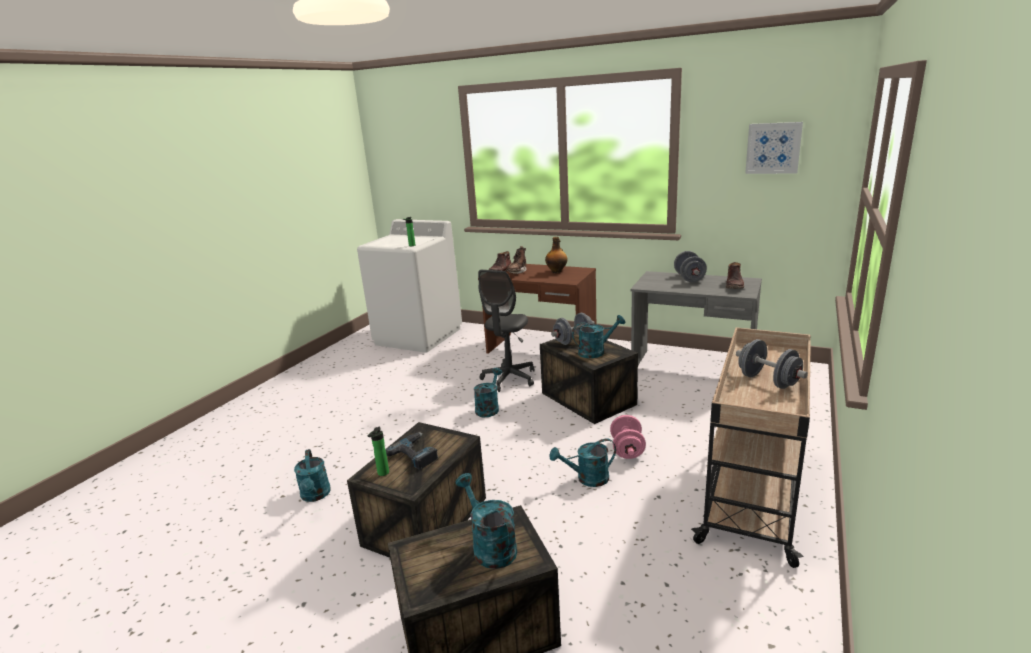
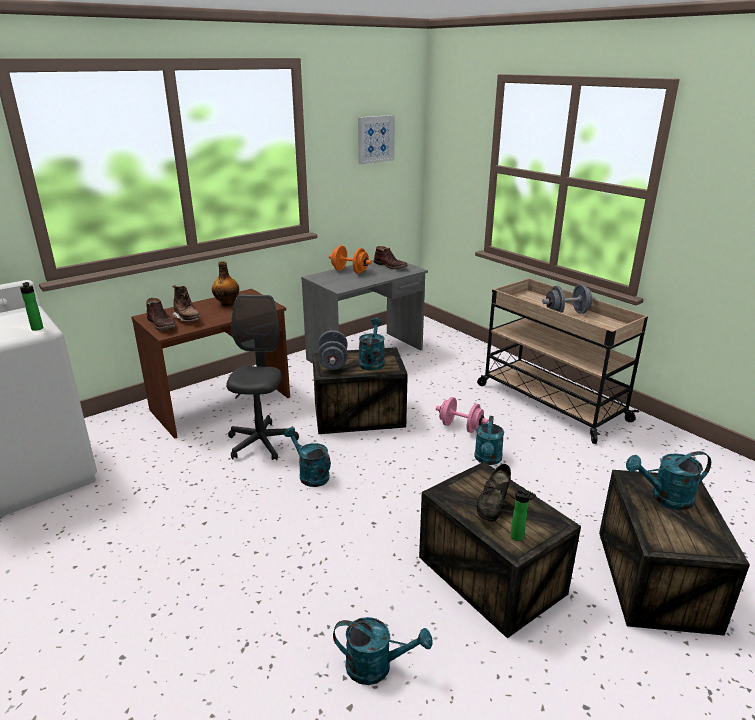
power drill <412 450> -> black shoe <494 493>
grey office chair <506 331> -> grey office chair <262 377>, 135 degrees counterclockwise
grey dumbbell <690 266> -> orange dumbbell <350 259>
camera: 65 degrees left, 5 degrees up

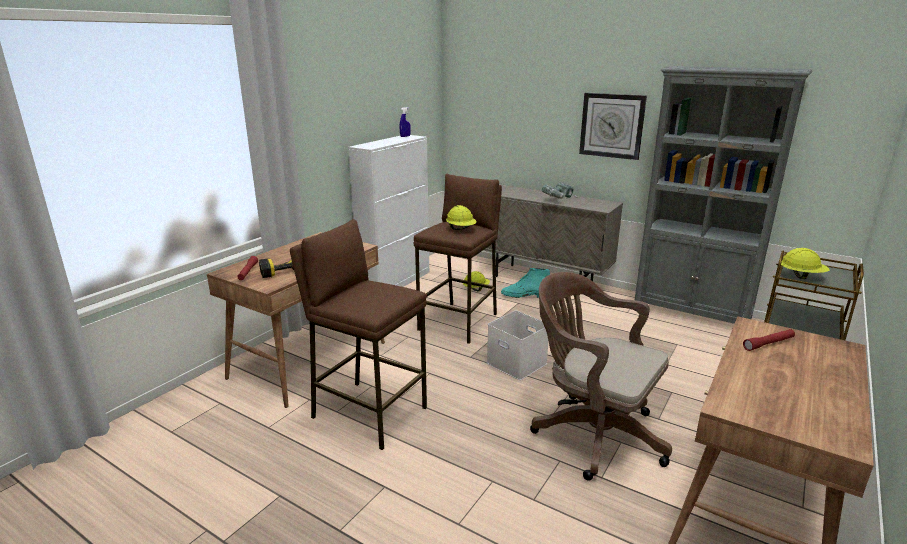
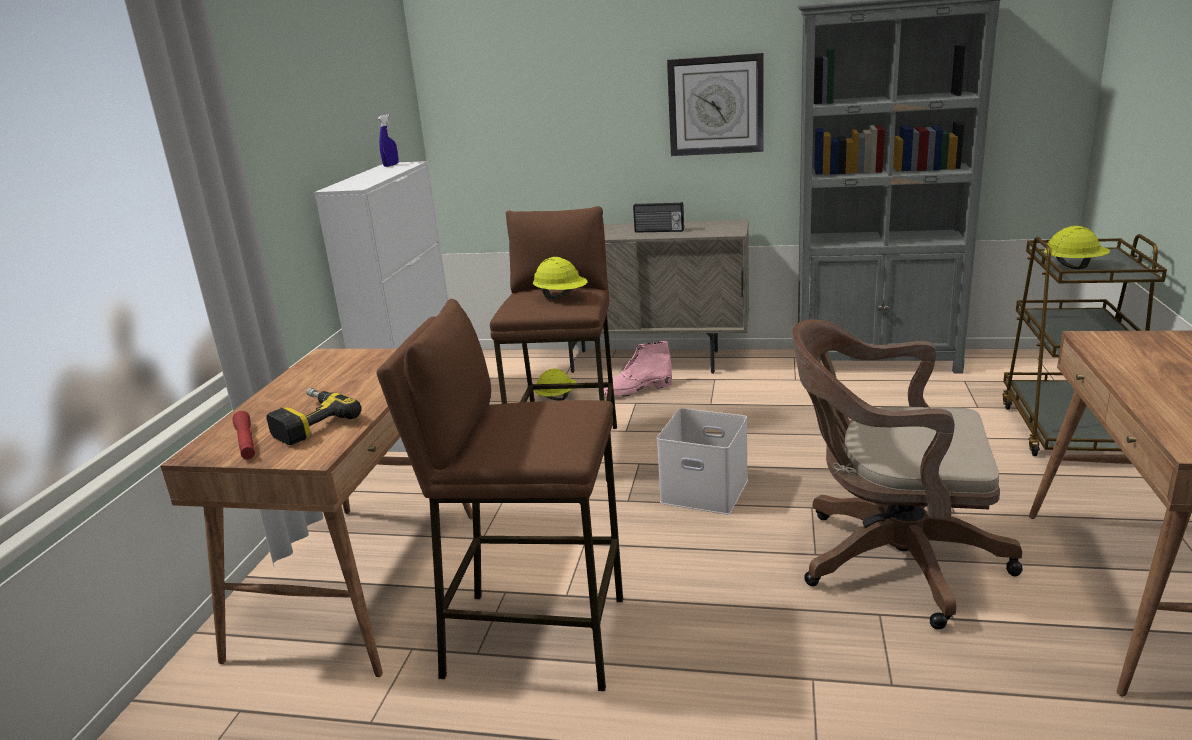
turquoise boot <525 283> -> pink boot <638 369>
power drill <560 190> -> radio <658 217>
red flashlight <769 340> -> none
camera: 20 degrees left, 0 degrees up

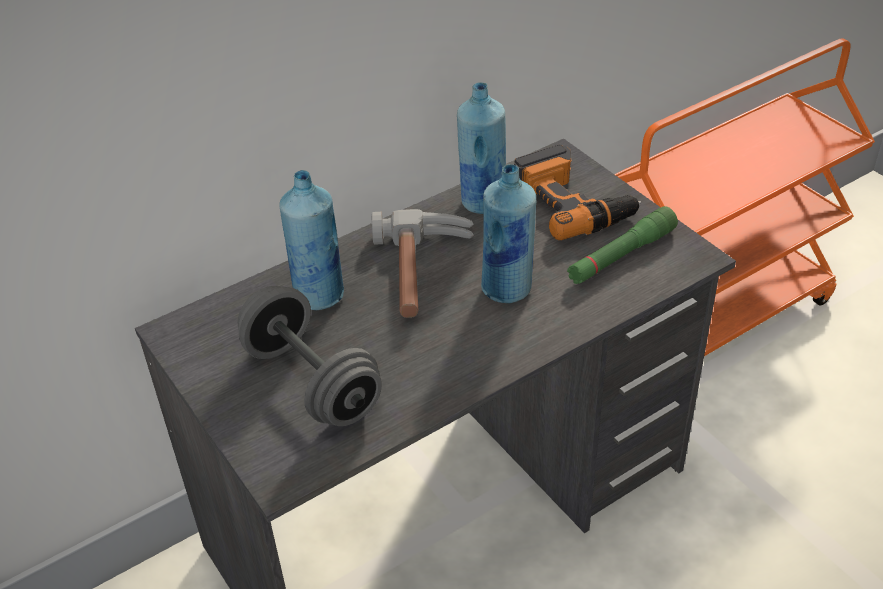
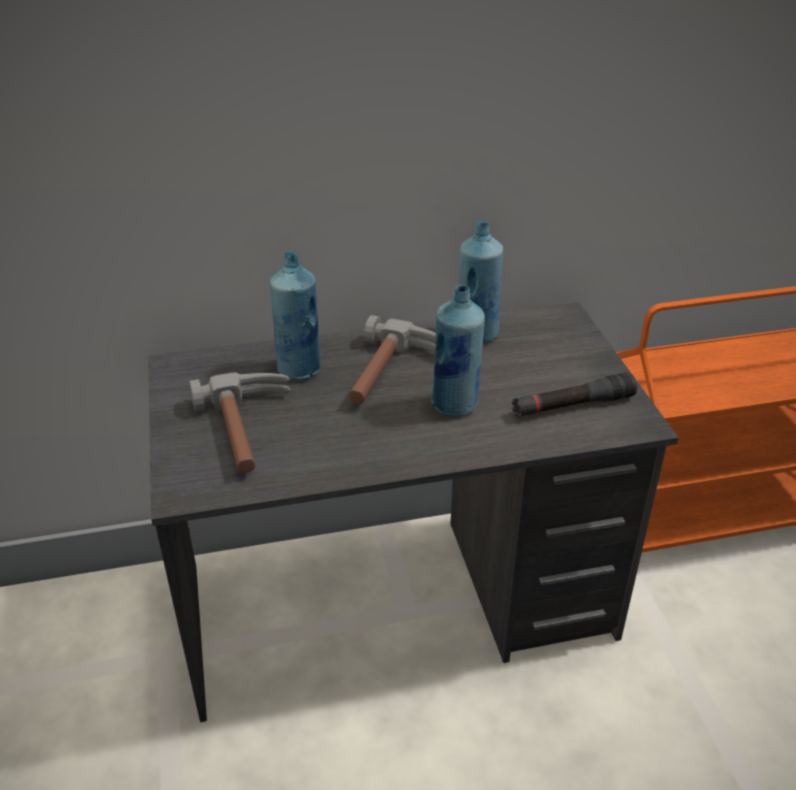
grey dumbbell <310 356> -> hammer <240 422>
power drill <577 193> -> none
green flashlight <622 245> -> black flashlight <574 395>
camera: 20 degrees right, 5 degrees down

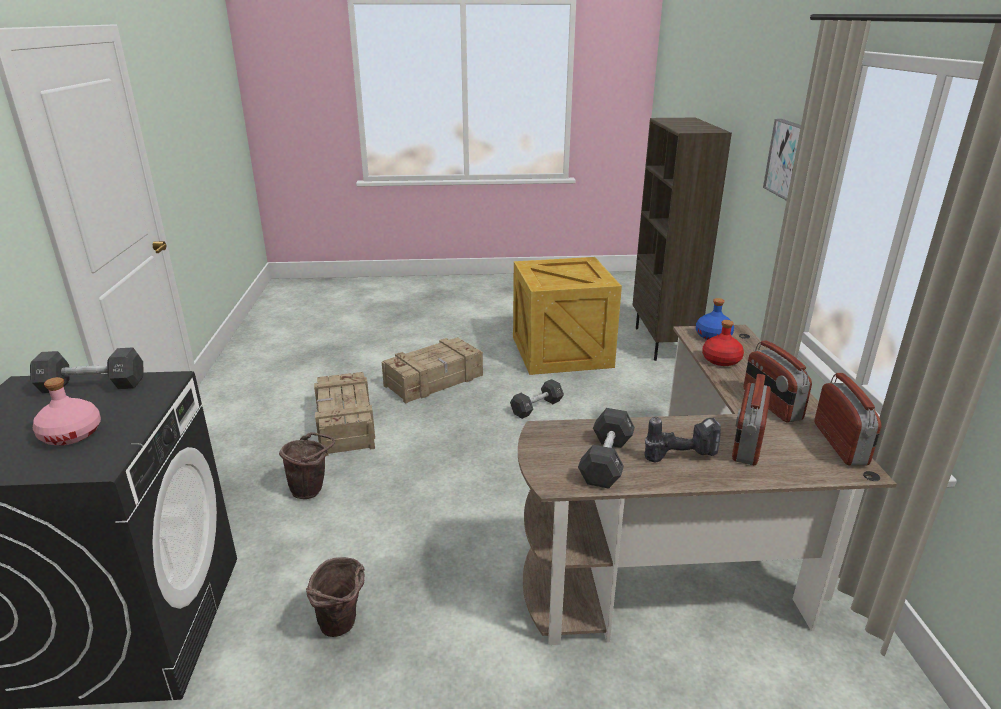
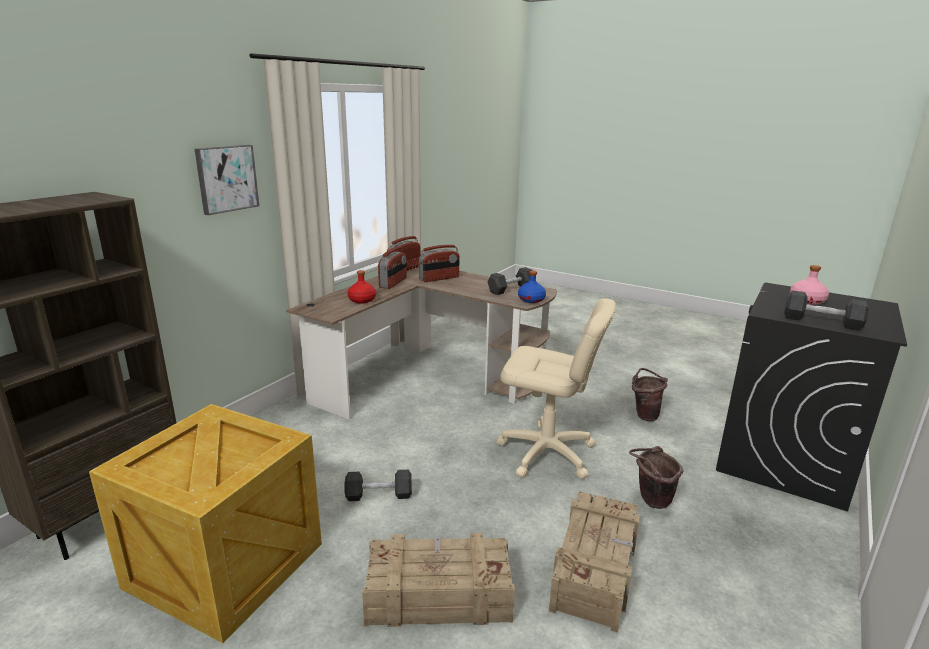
power drill <683 439> -> none
blue bottle <715 319> -> blue bottle <532 287>, relocated
none -> beige office chair <556 388>
camera: 145 degrees left, 5 degrees down

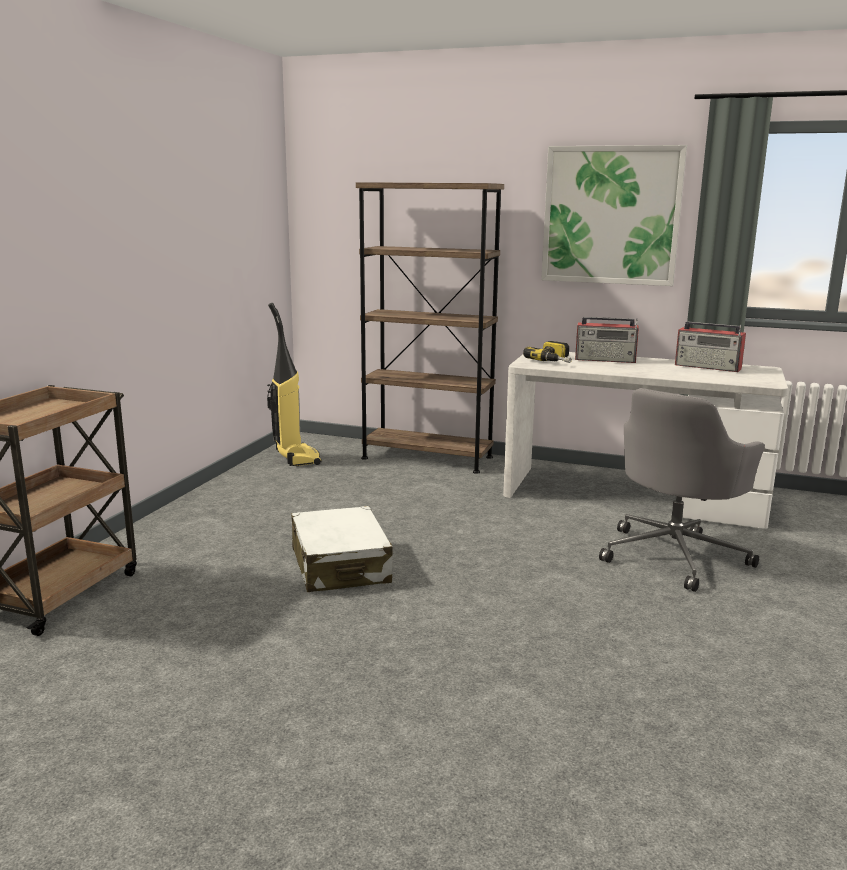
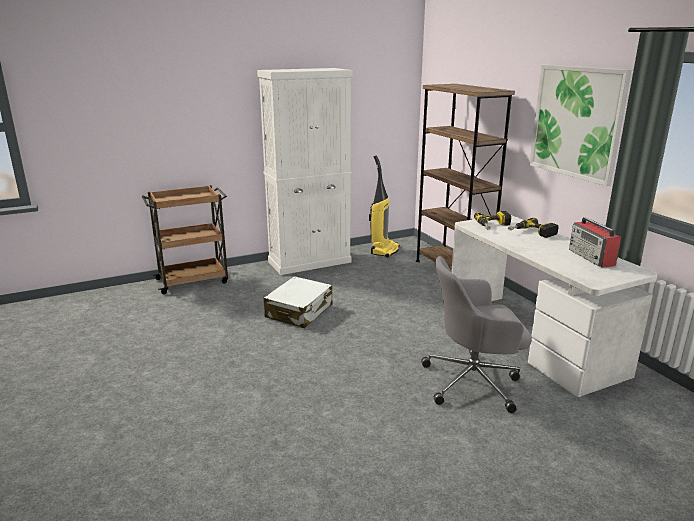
radio <607 340> -> power drill <533 228>
none -> white cabinet <304 171>
camera: 45 degrees right, 5 degrees up

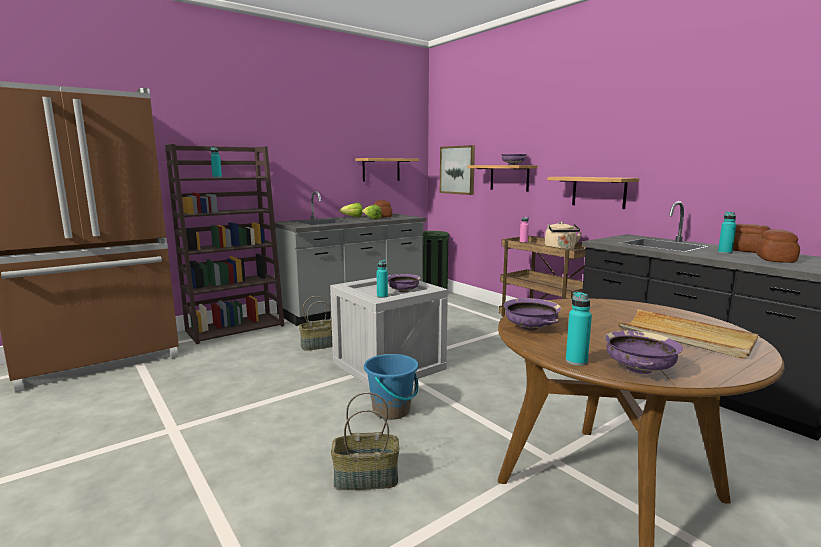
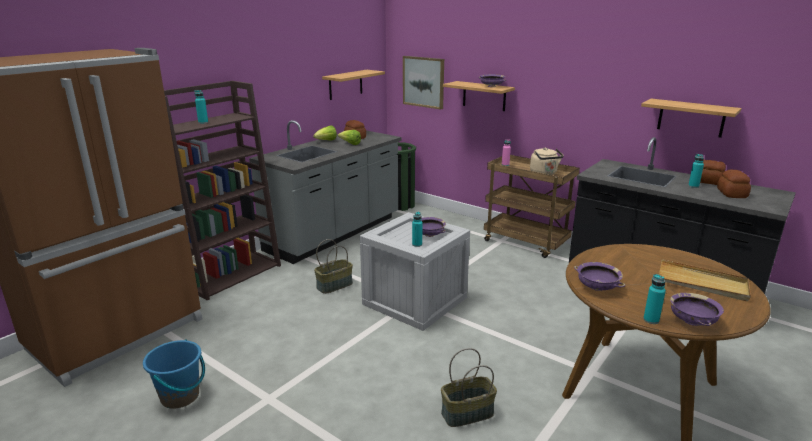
blue bucket <391 387> -> blue bucket <174 374>, relocated
shelf <593 193> -> shelf <691 118>, relocated
camera: 15 degrees left, 10 degrees up

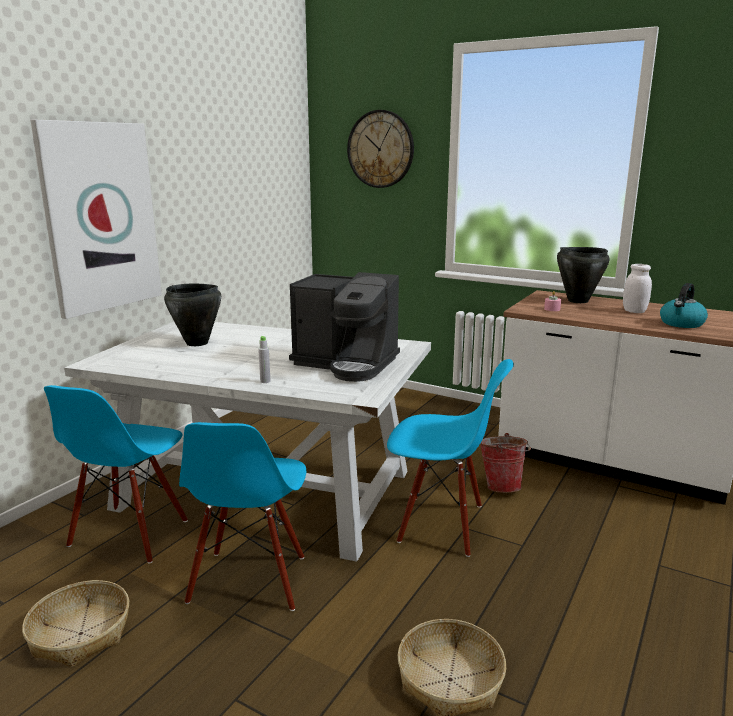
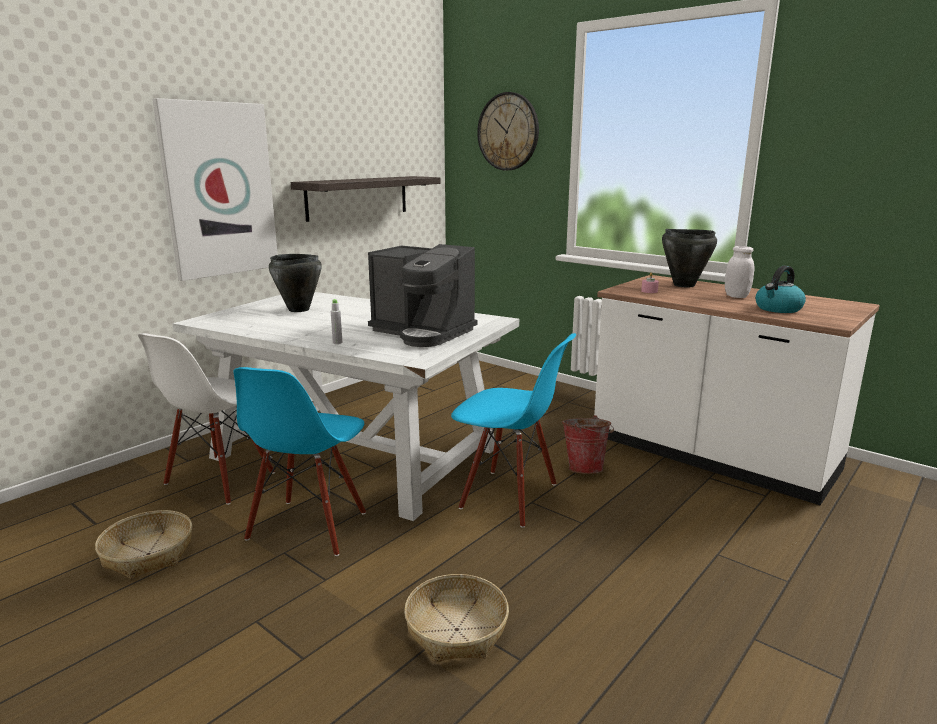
blue chair <116 474> -> white chair <206 419>
none -> shelf <366 199>
camera: 10 degrees right, 0 degrees up

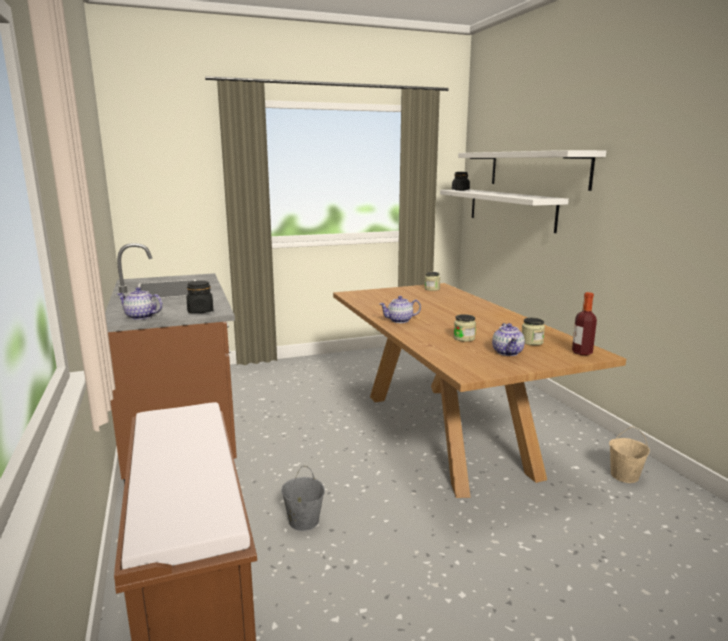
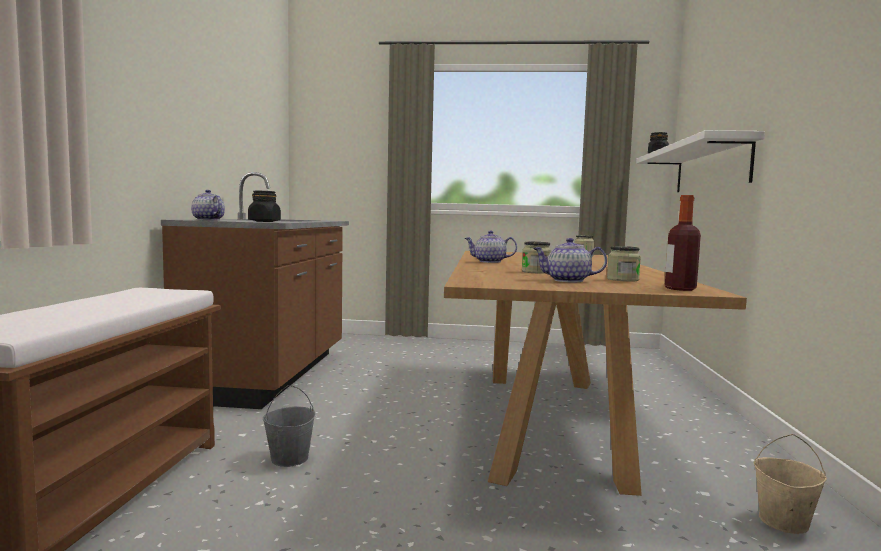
white shelf <532 170> -> none
teapot <508 339> -> teapot <570 260>, 75 degrees clockwise
camera: 25 degrees right, 10 degrees down

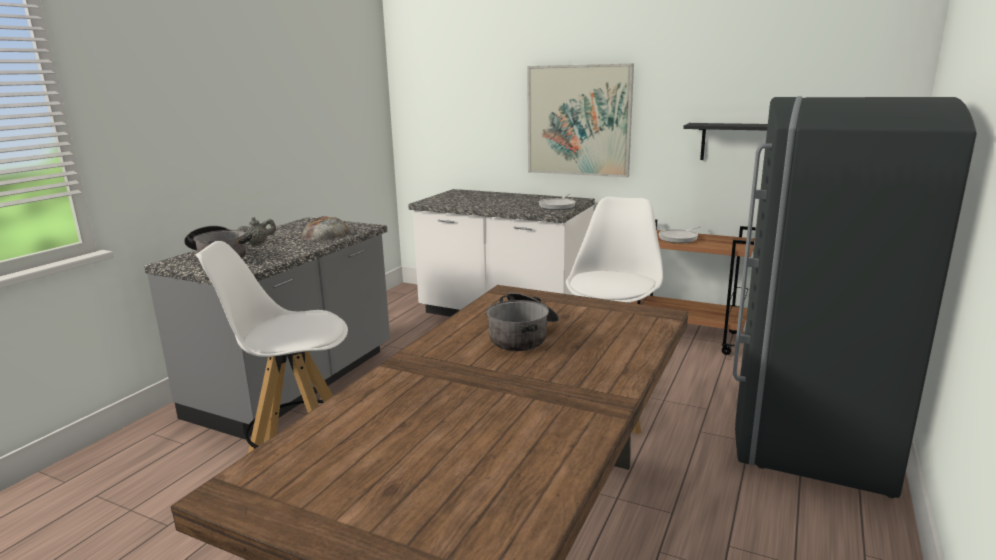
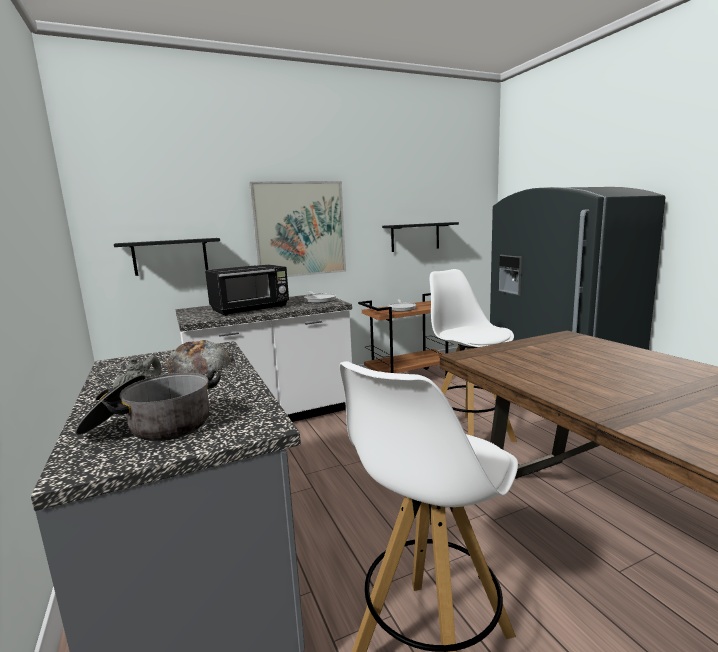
cooking pot <522 322> -> none
none -> black shelf <167 257>
none -> black microwave <247 290>
camera: 50 degrees left, 5 degrees down

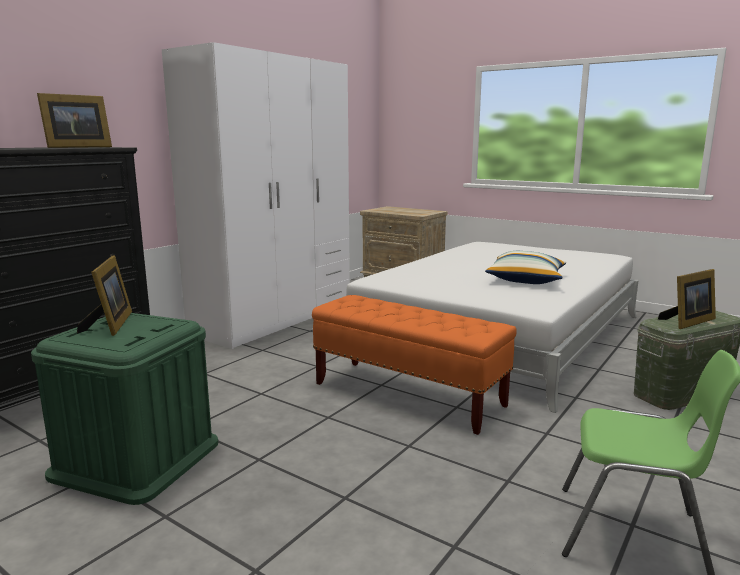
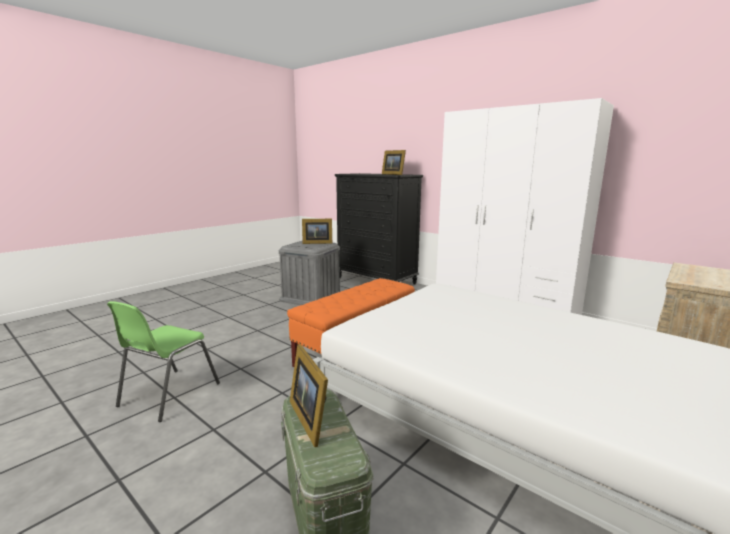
green storage box <124 409> -> grey storage box <310 272>
pillow <525 267> -> none
camera: 95 degrees right, 0 degrees up

